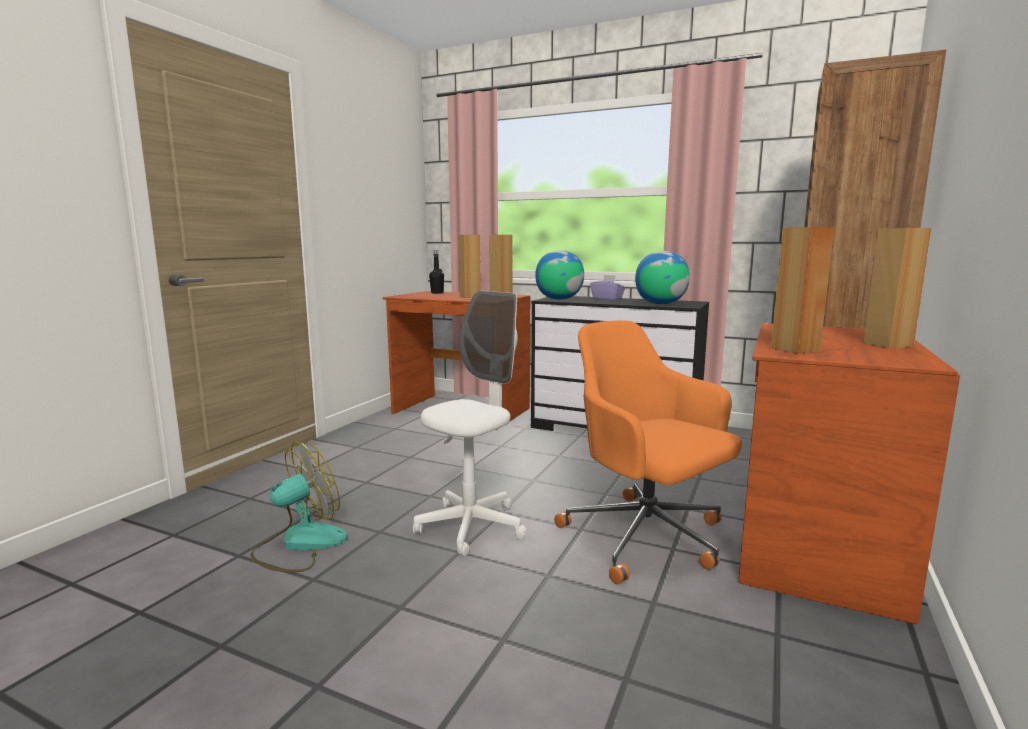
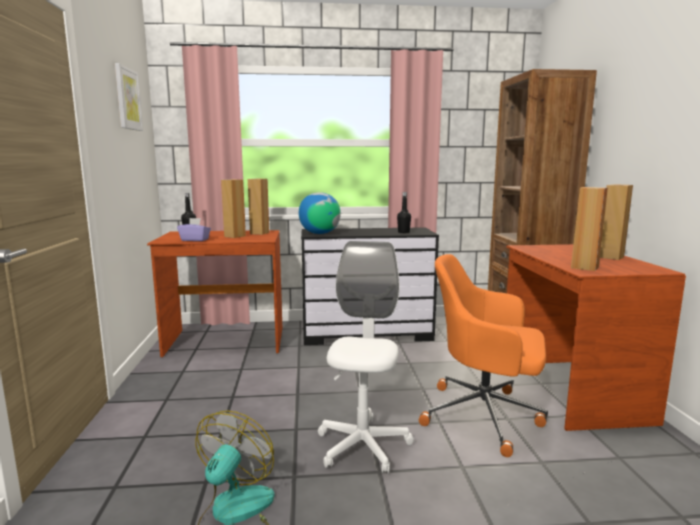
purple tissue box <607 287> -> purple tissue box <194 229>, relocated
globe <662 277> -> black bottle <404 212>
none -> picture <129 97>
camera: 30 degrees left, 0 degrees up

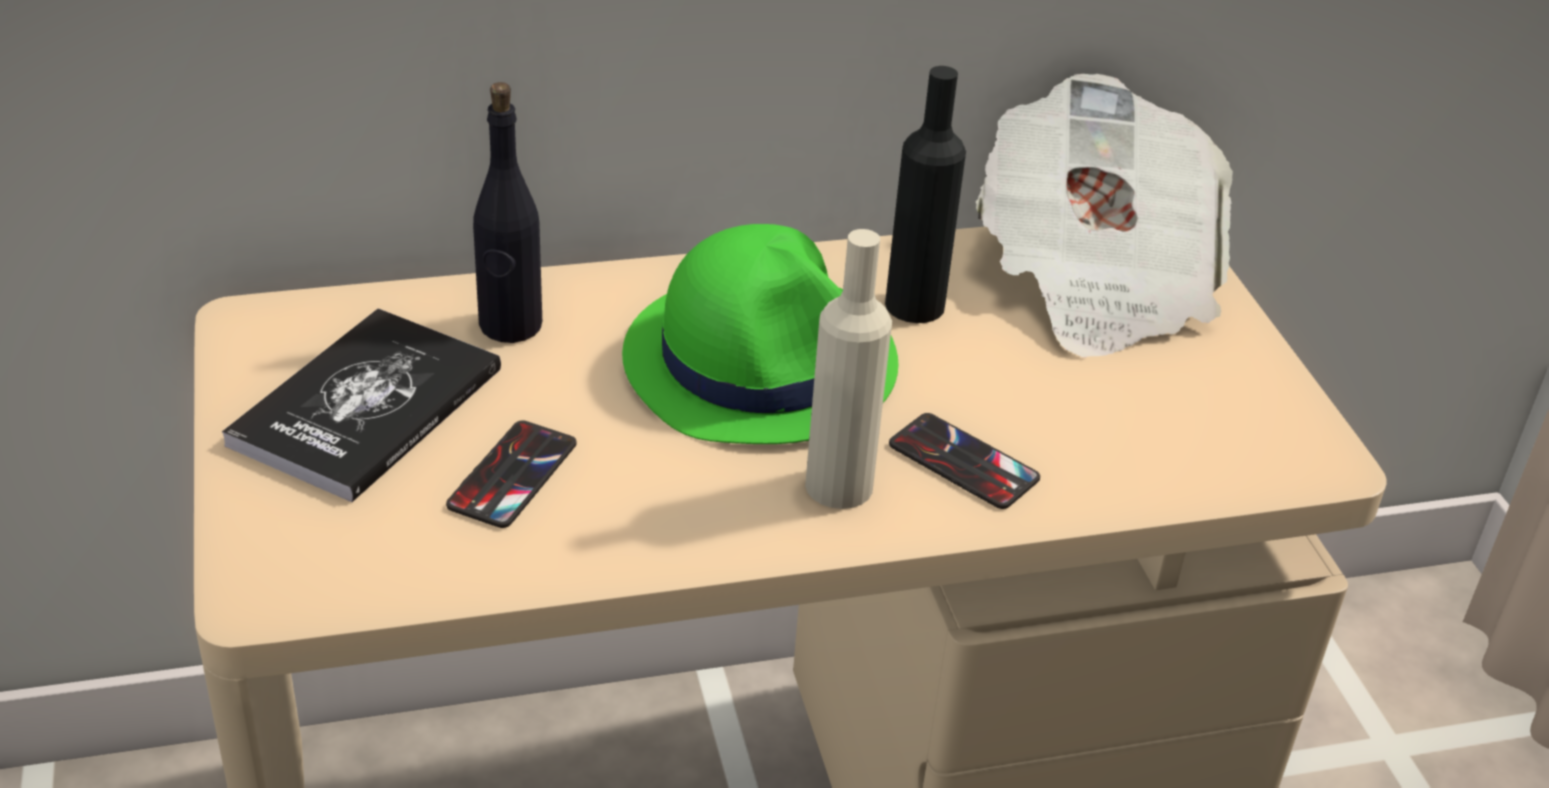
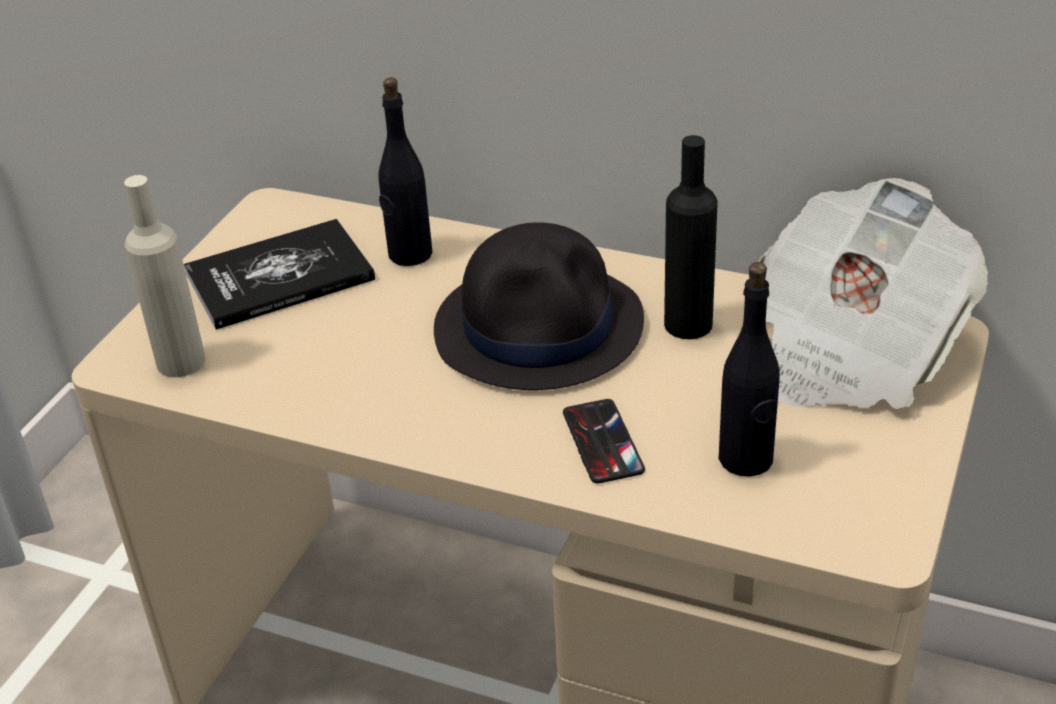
phone <511 474> -> none
green hat <760 334> -> black hat <539 306>
beige bottle <848 369> -> beige bottle <165 276>, relocated
none -> black bottle <749 369>
camera: 40 degrees right, 0 degrees up

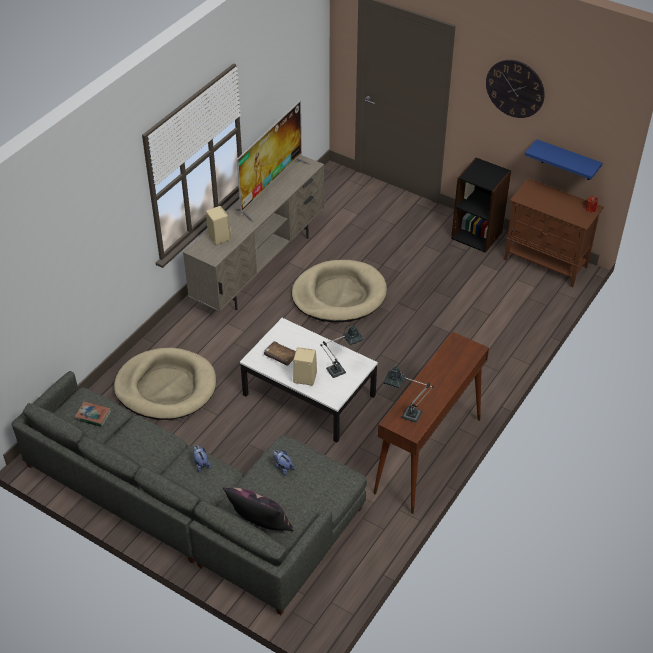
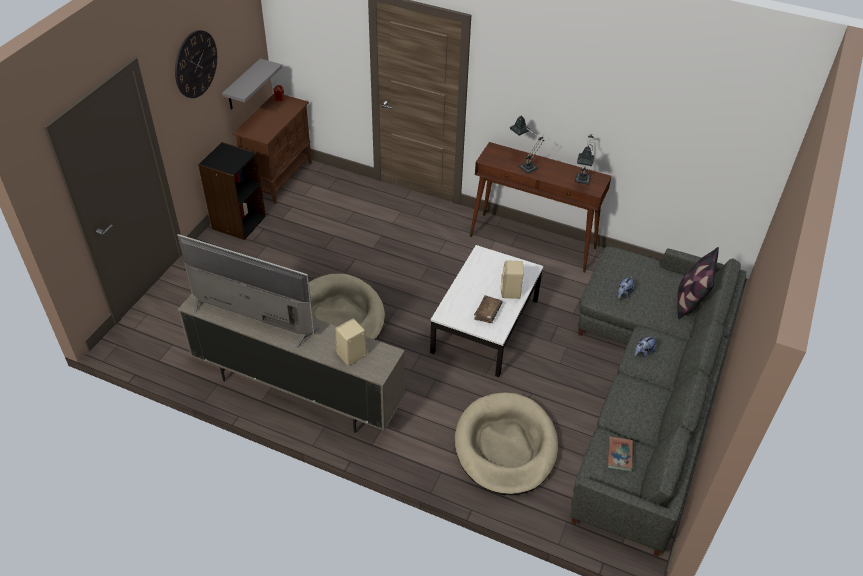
table lamp <342 351> -> table lamp <527 144>, relocated
blue shelf <563 159> -> grey shelf <252 84>
camera: 100 degrees left, 0 degrees up

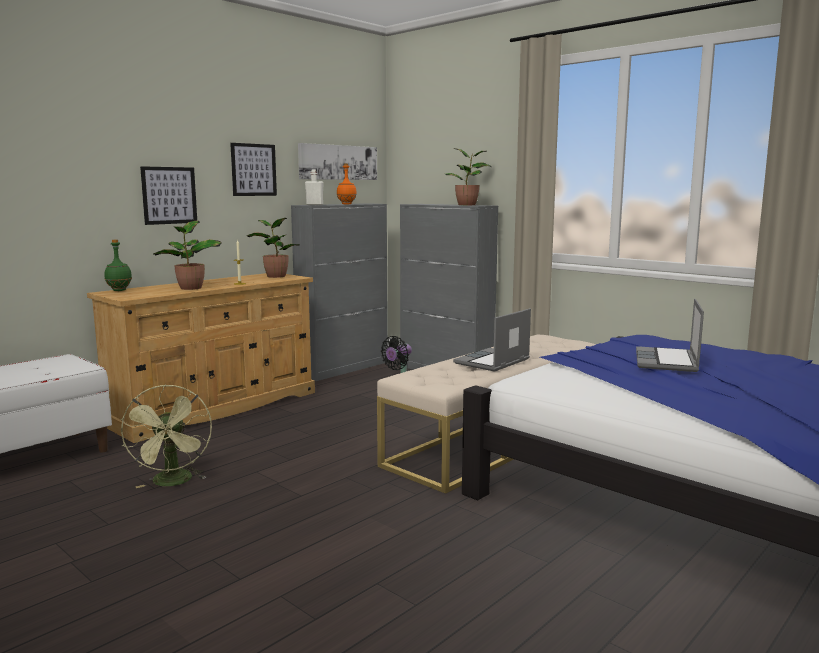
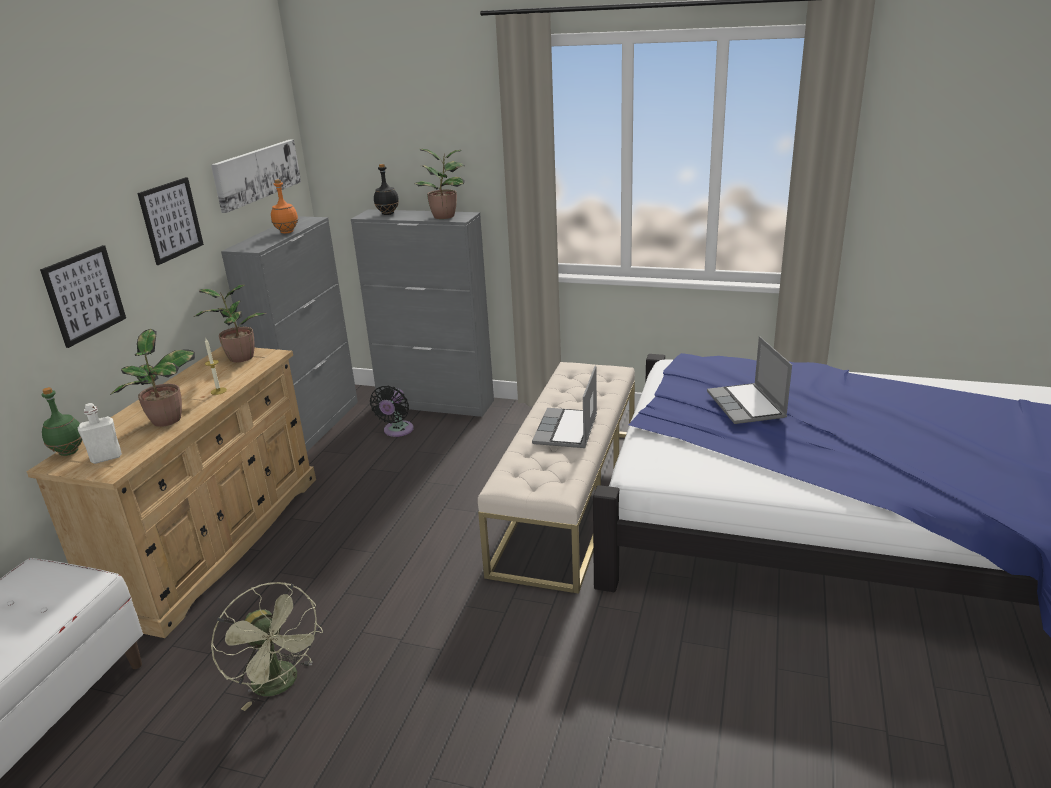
white bottle <314 187> -> white bottle <100 433>, relocated
none -> black bottle <386 189>
camera: 25 degrees left, 15 degrees up

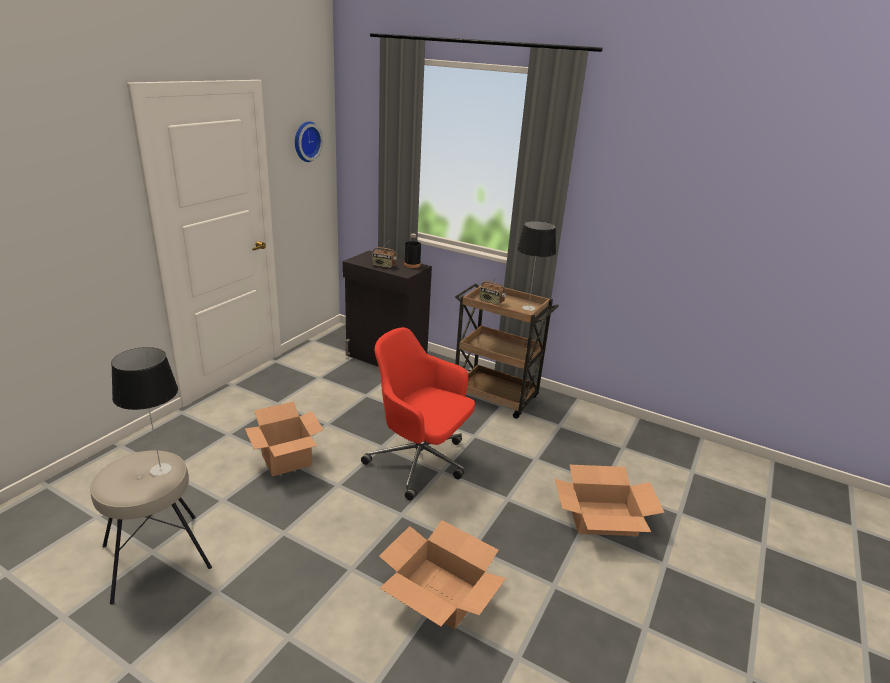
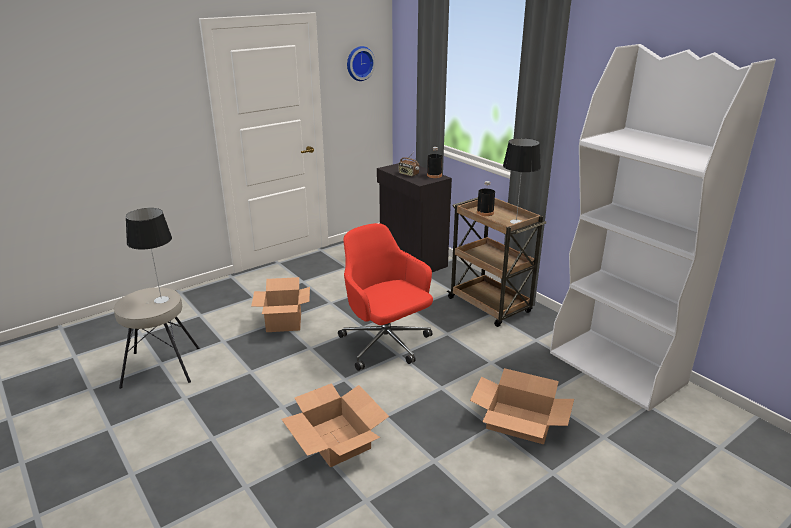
radio <492 290> -> black bottle <486 198>
none -> white bookcase <663 227>
camera: 25 degrees right, 0 degrees up

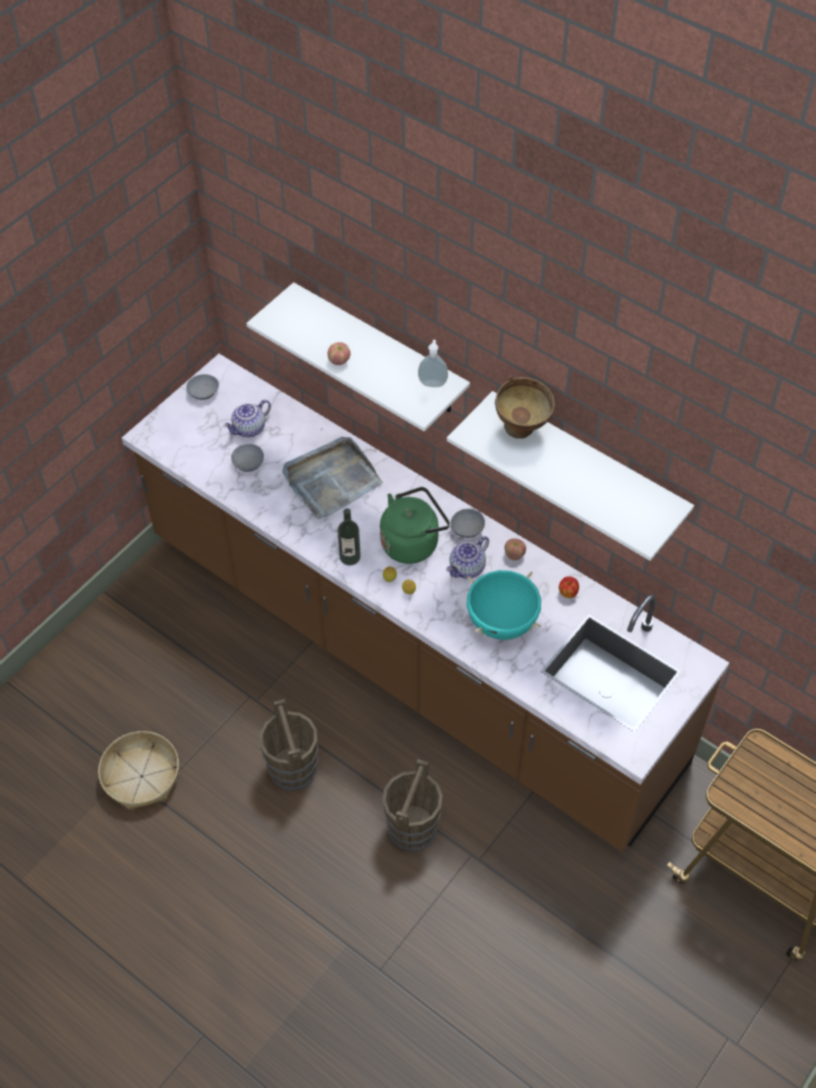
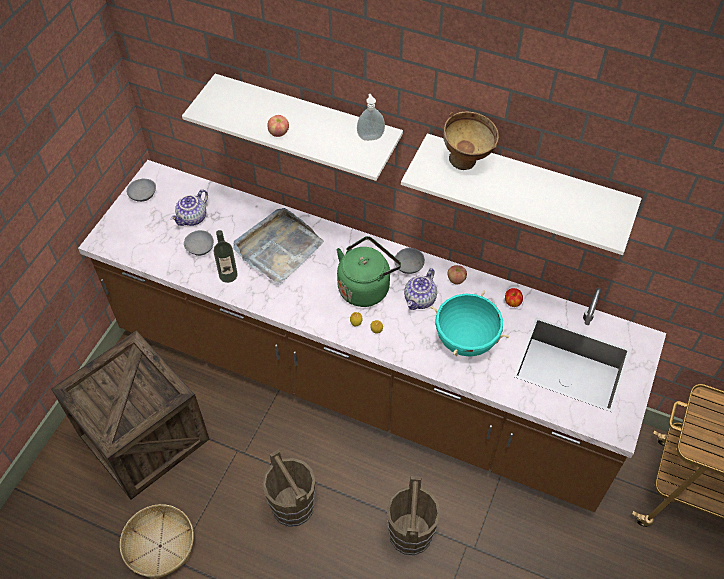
bottle <349 536> -> bottle <226 256>, relocated
none -> crate <130 415>
camera: 15 degrees left, 0 degrees up

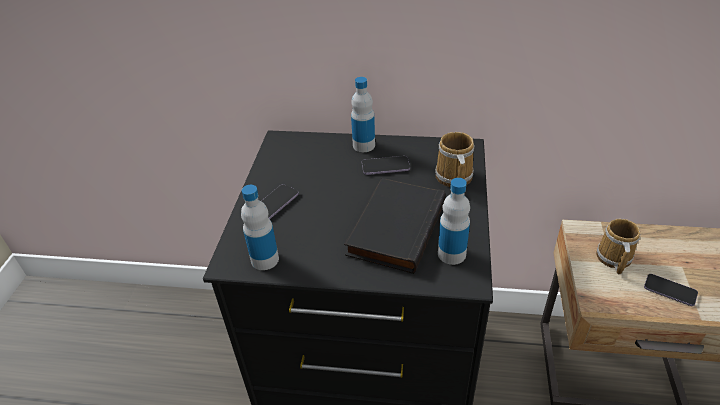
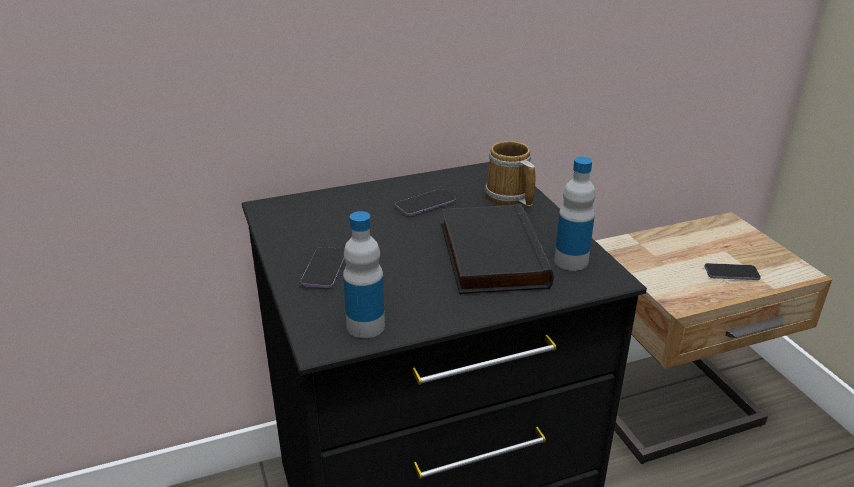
bottle <363 114> -> none
mug <618 247> -> none
camera: 30 degrees left, 10 degrees down

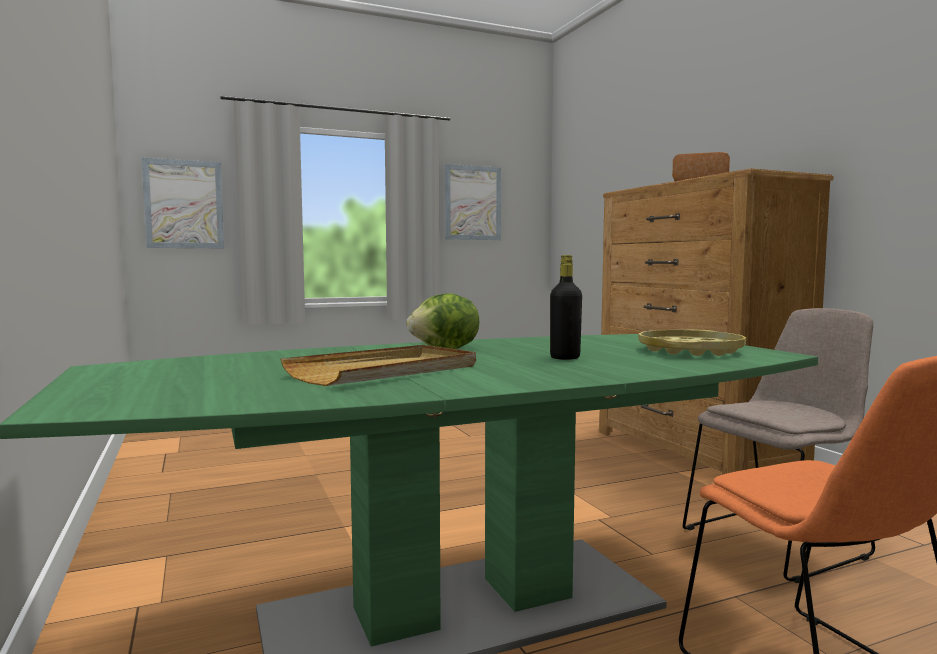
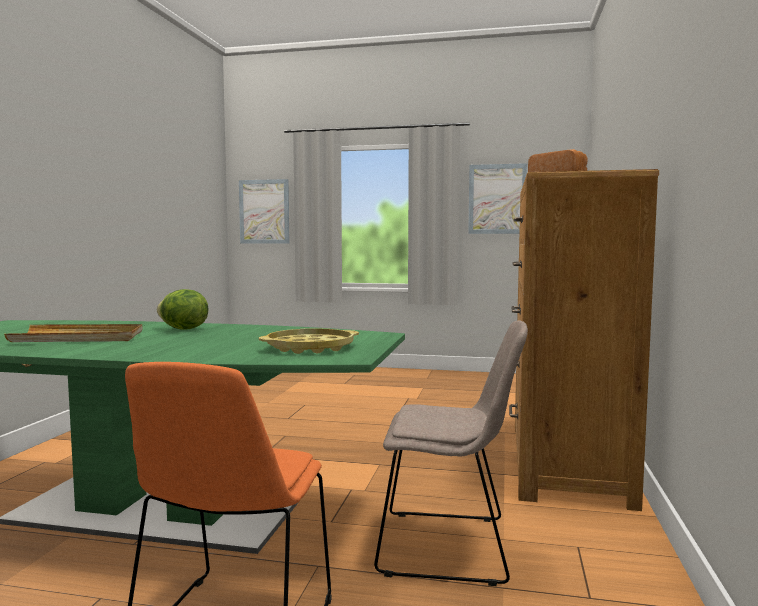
black bottle <566 307> -> none
camera: 35 degrees right, 0 degrees up

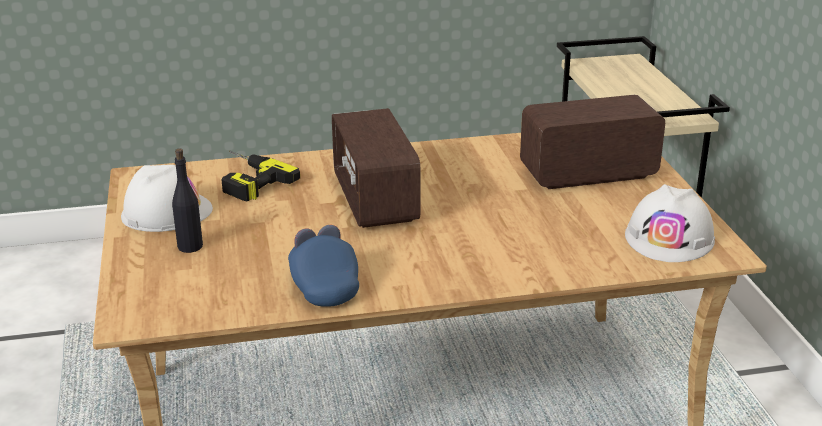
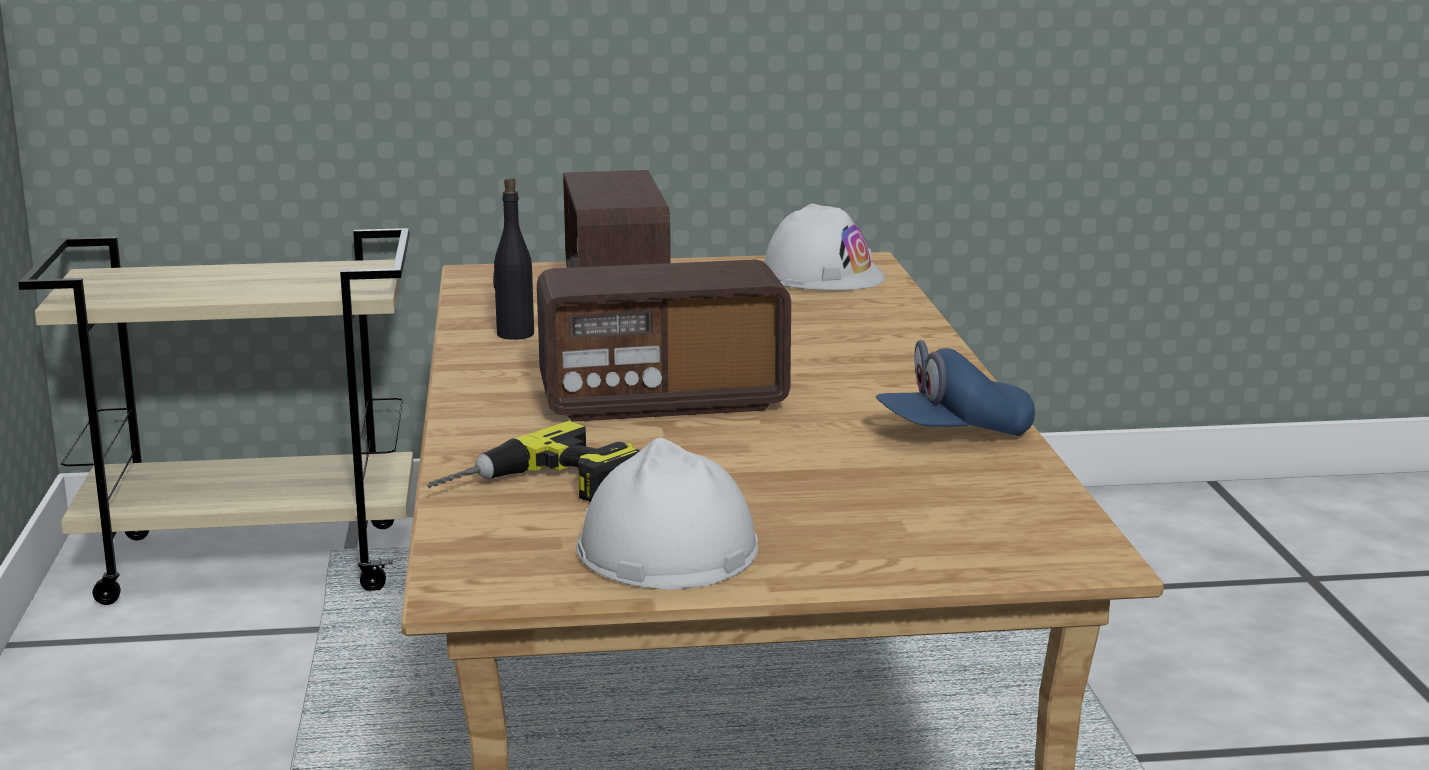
black bottle <187 200> -> black bottle <513 259>, relocated
camera: 85 degrees left, 10 degrees down

